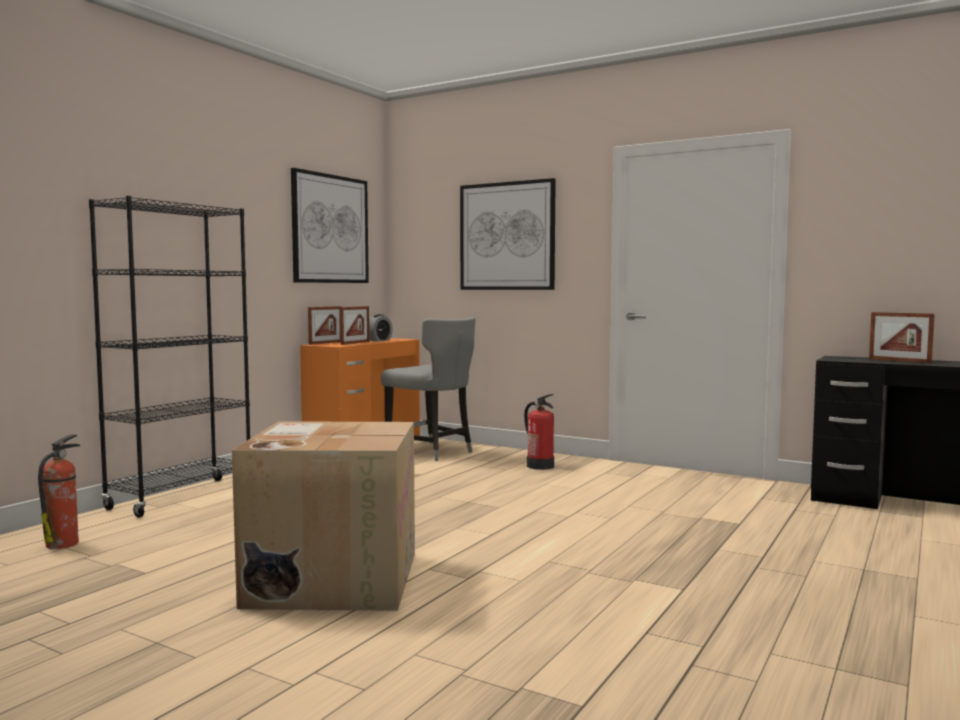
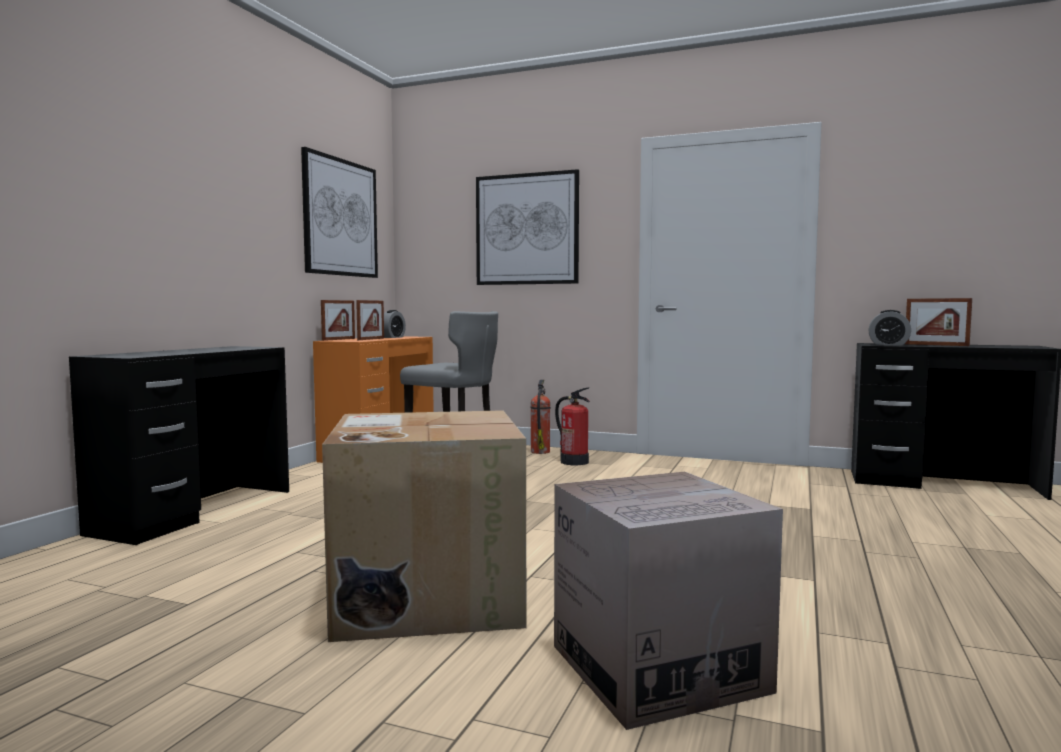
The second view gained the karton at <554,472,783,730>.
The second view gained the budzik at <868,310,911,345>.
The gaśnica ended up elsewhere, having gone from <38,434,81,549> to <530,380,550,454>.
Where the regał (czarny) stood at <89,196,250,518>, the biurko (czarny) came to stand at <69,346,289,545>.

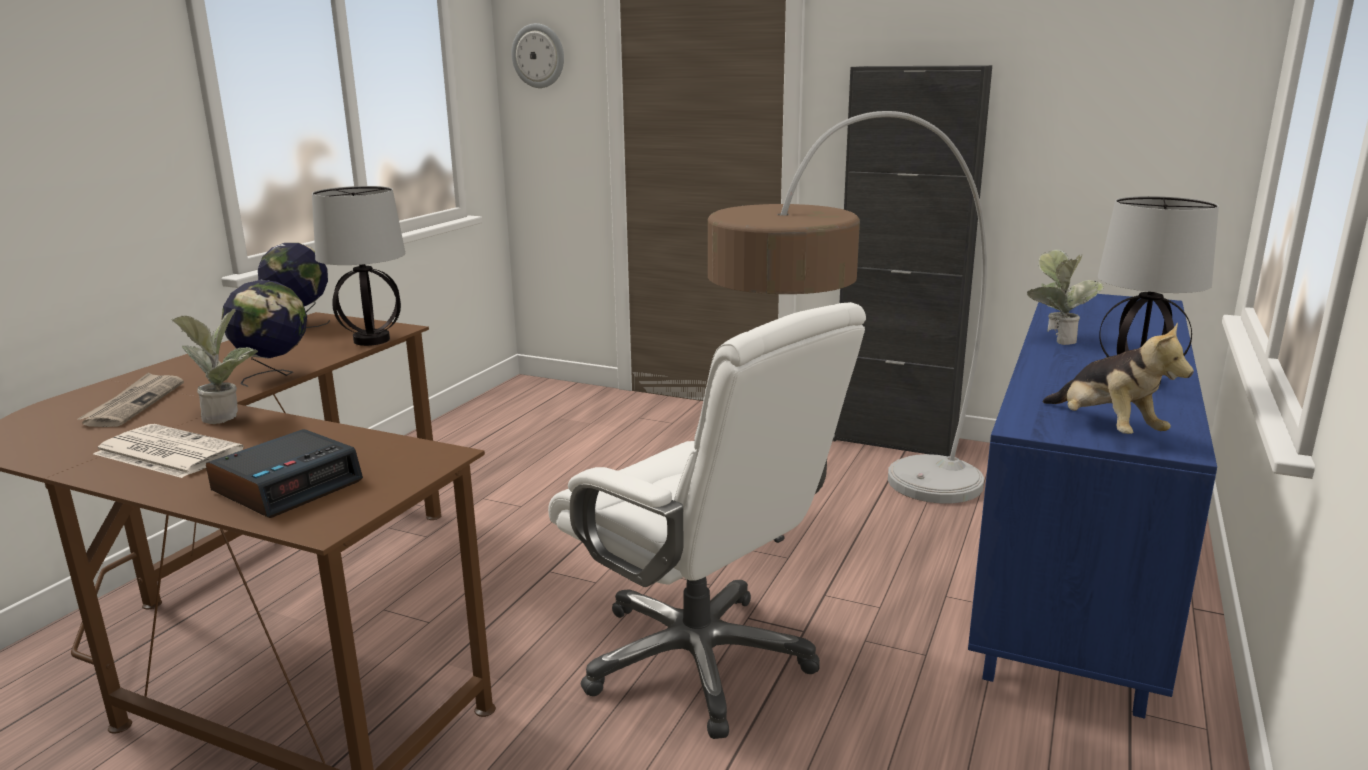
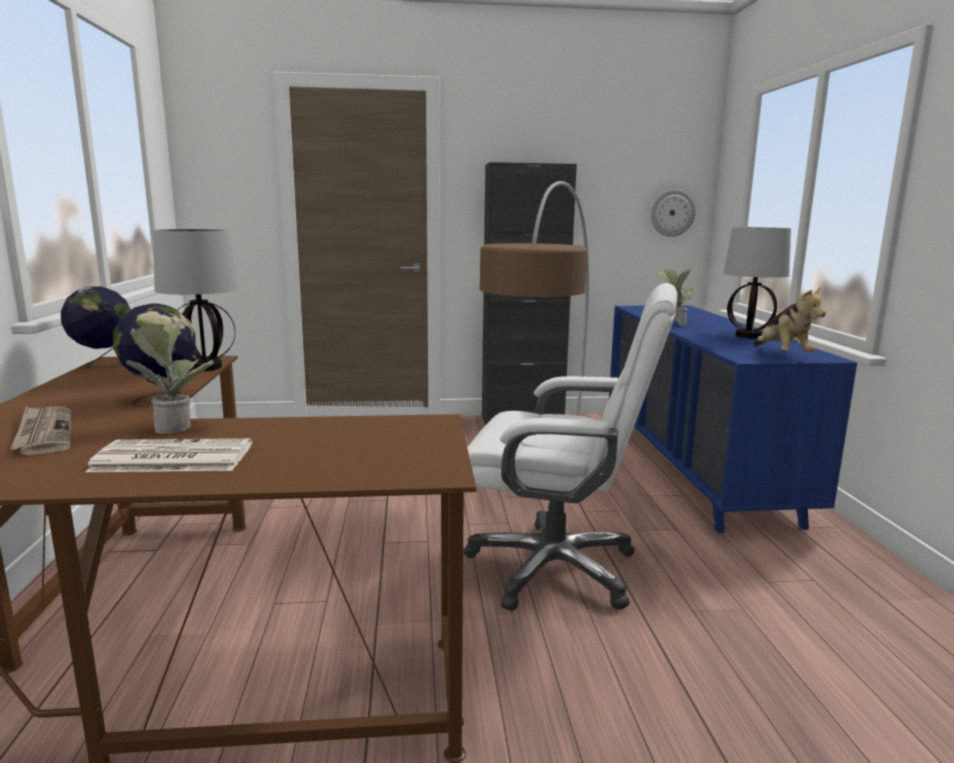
The second view lost the budzik at <206,429,363,518>.
The zegar ścienny ended up elsewhere, having gone from <512,23,564,88> to <651,189,696,237>.
The pluszak at <1043,323,1194,434> ended up facing another way, 45 degrees clockwise from before.

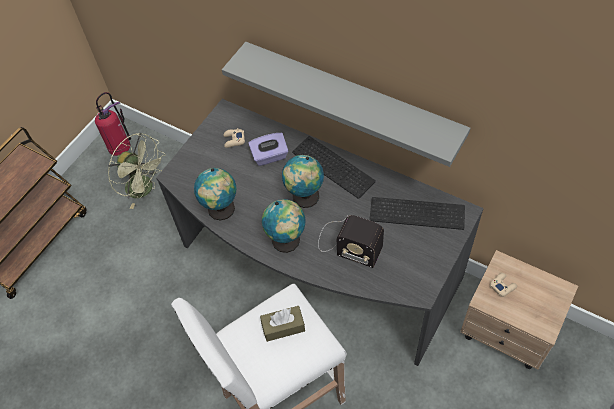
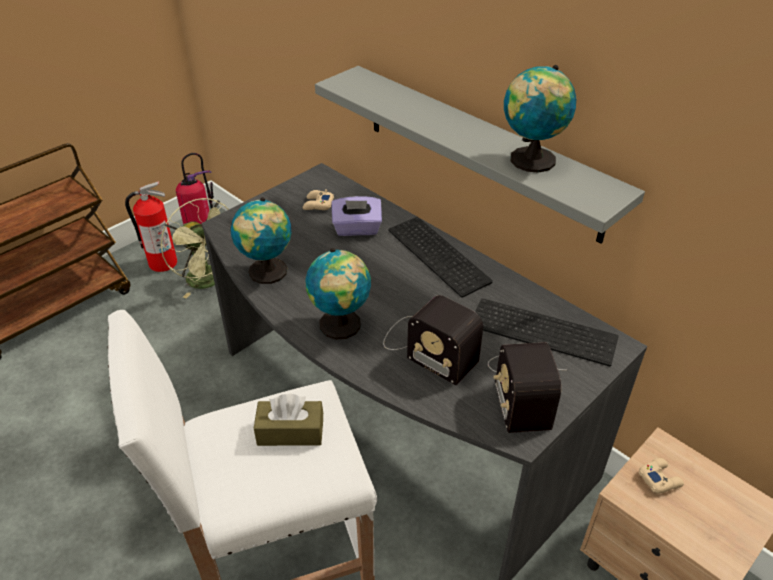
The second view gained the gaśnica at <125,181,177,272>.
The second view gained the radio at <488,342,566,433>.
The globus ended up elsewhere, having gone from <282,155,324,208> to <504,65,577,173>.

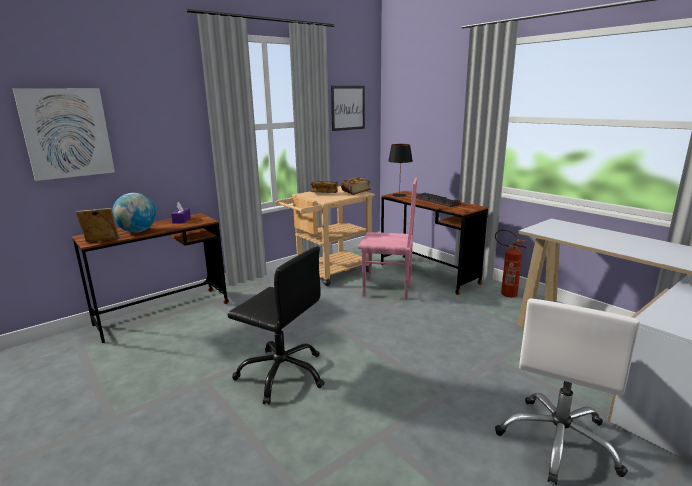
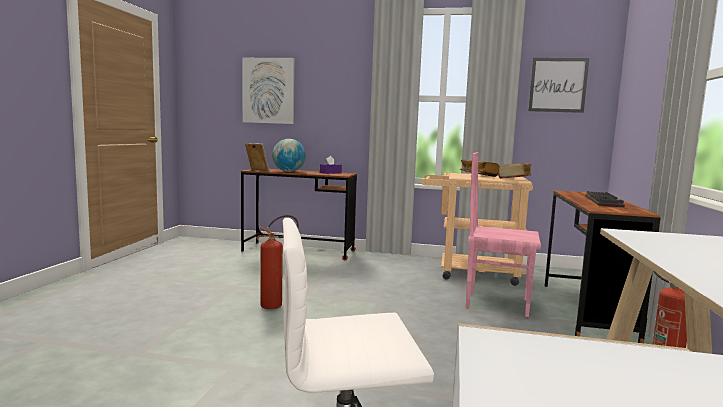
The second view lost the lampa stołowa (czarny) at <388,144,413,197>.
Where the krzesło biurowe (czarny) stood at <227,246,325,405>, the gaśnica came to stand at <256,215,299,309>.
The krzesło (różowy) at <358,178,417,300> ended up facing another way, 135 degrees clockwise from before.

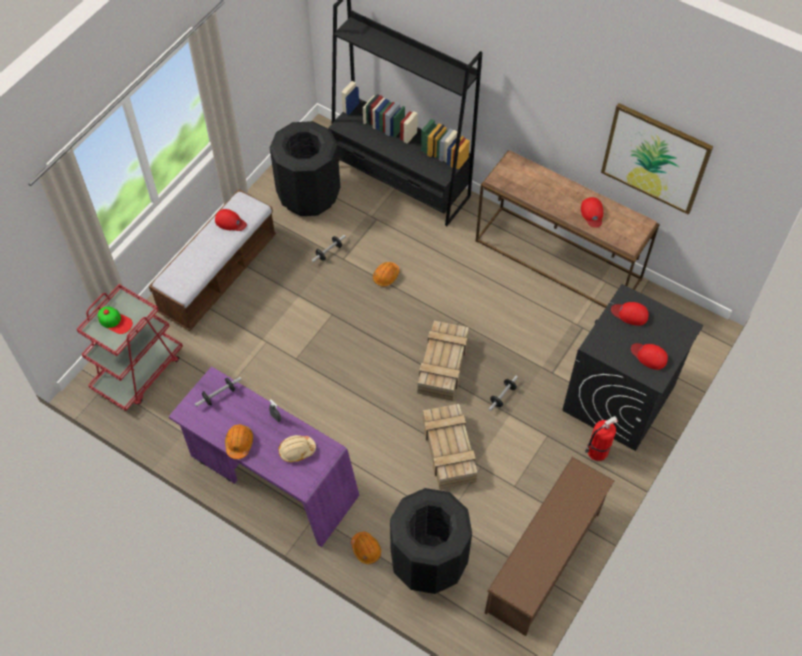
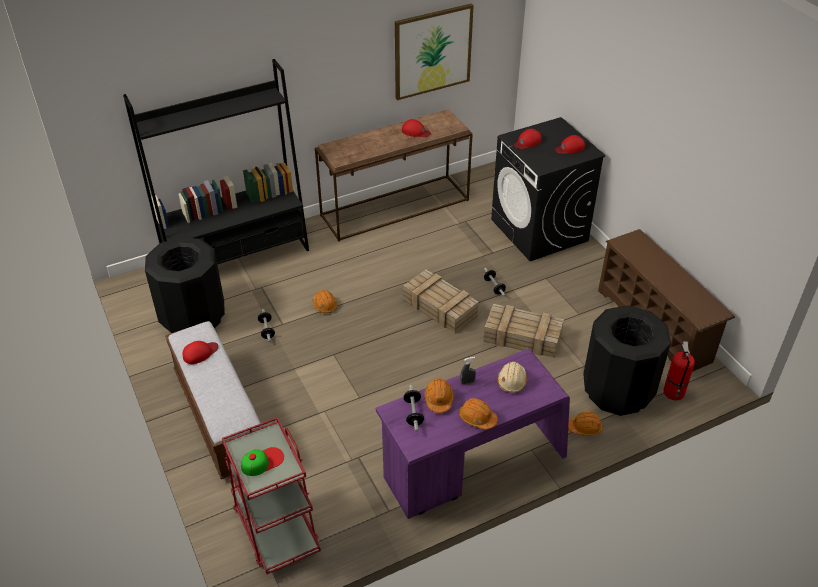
The second view gained the kask (pomarańczowy) at <424,378,454,413>.
The gaśnica ended up elsewhere, having gone from <585,416,618,461> to <663,341,695,401>.

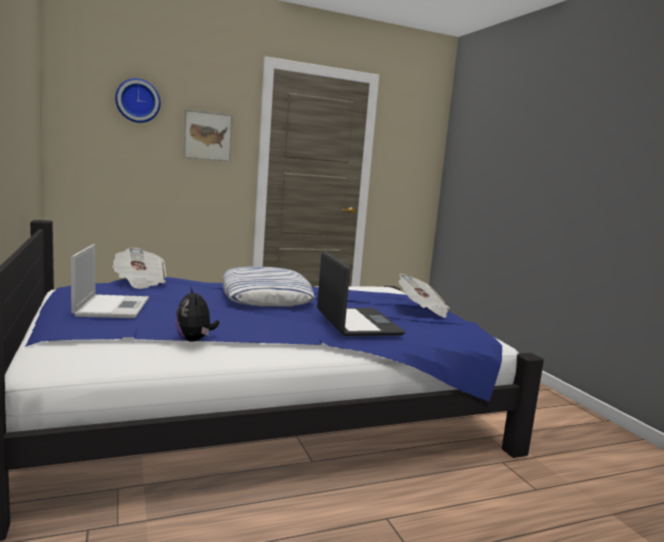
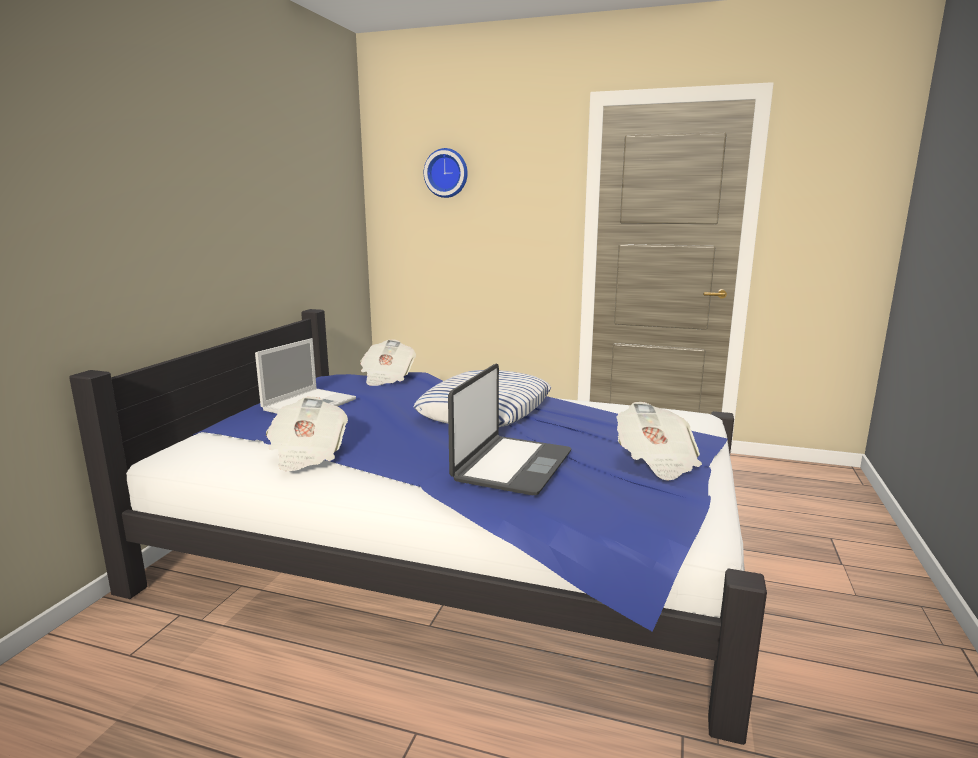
The second view lost the obraz at <184,109,233,162>.
Where the pluszak stood at <175,287,219,342>, the gazeta came to stand at <266,397,348,471>.

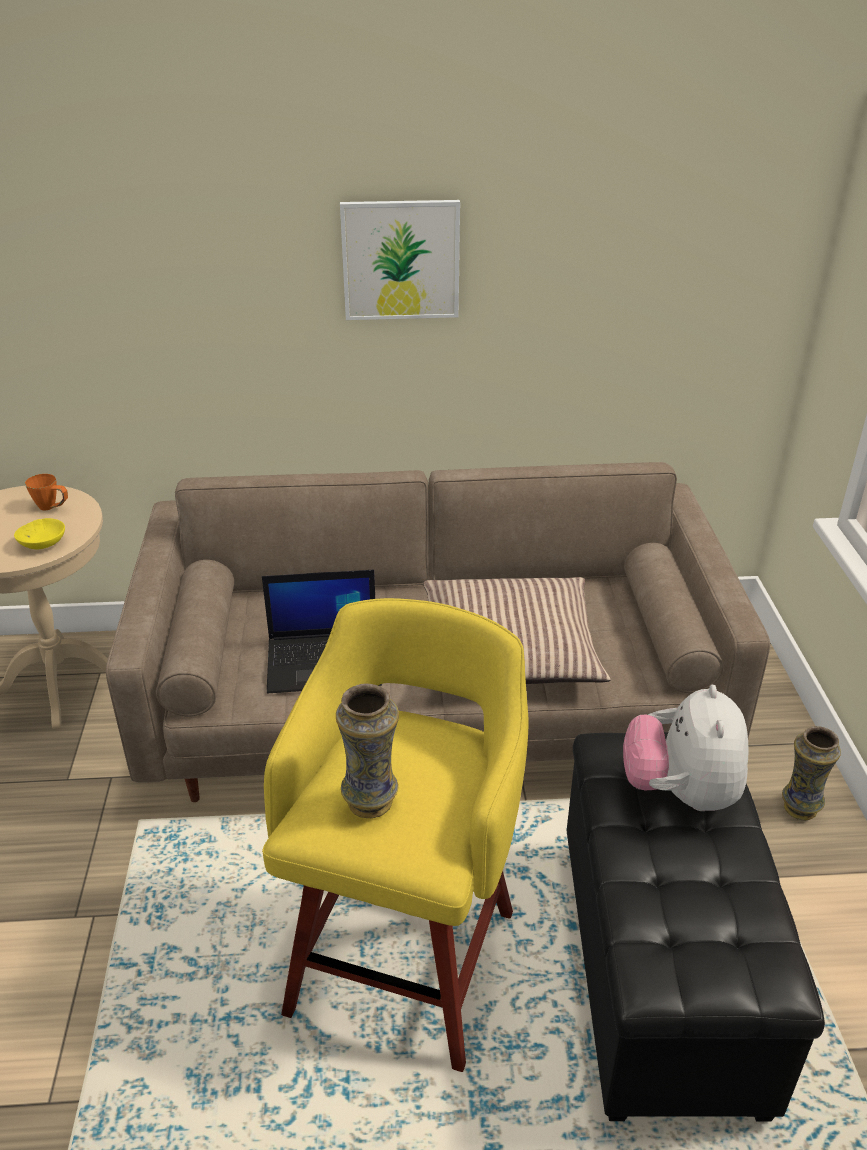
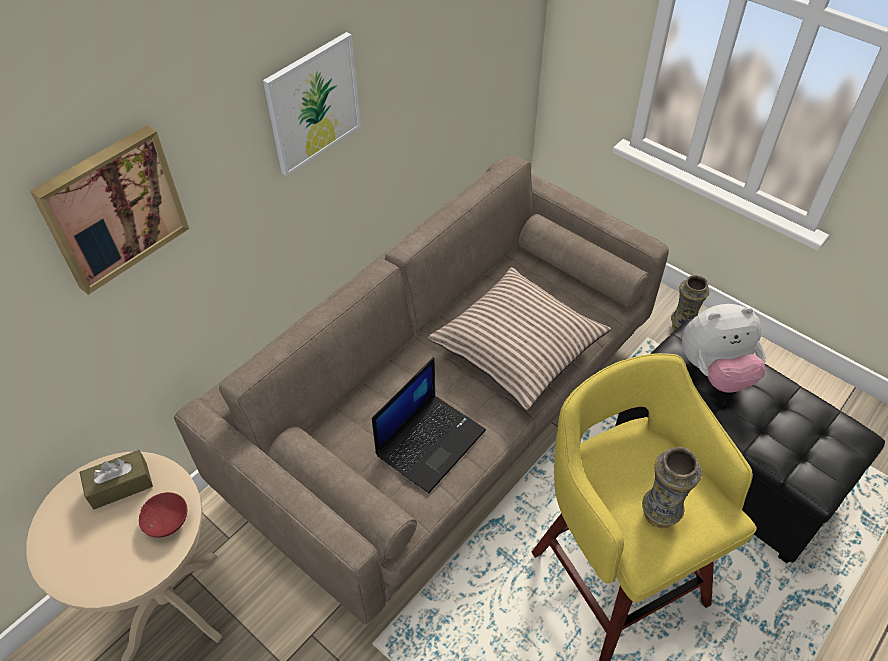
The second view gained the obraz at <30,125,189,295>.
Where the kubek (pomarańczowy) stood at <25,474,68,510>, the pudełko chusteczek (brązowy) came to stand at <79,450,153,509>.
What was the miska (żółty) at <14,518,65,549> turned into the miska (czerwony) at <139,492,187,537>.
The pluszak at <623,685,749,811> ended up facing another way, 60 degrees counterclockwise from before.

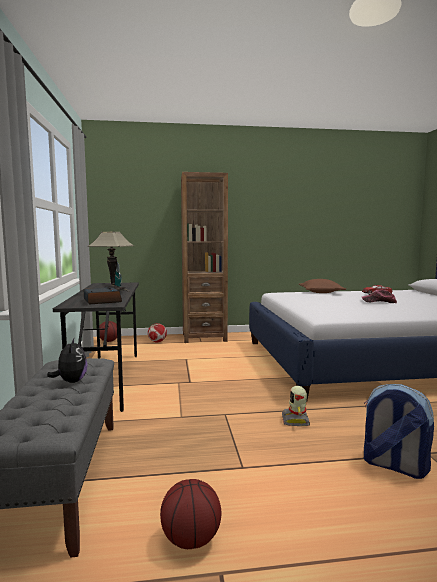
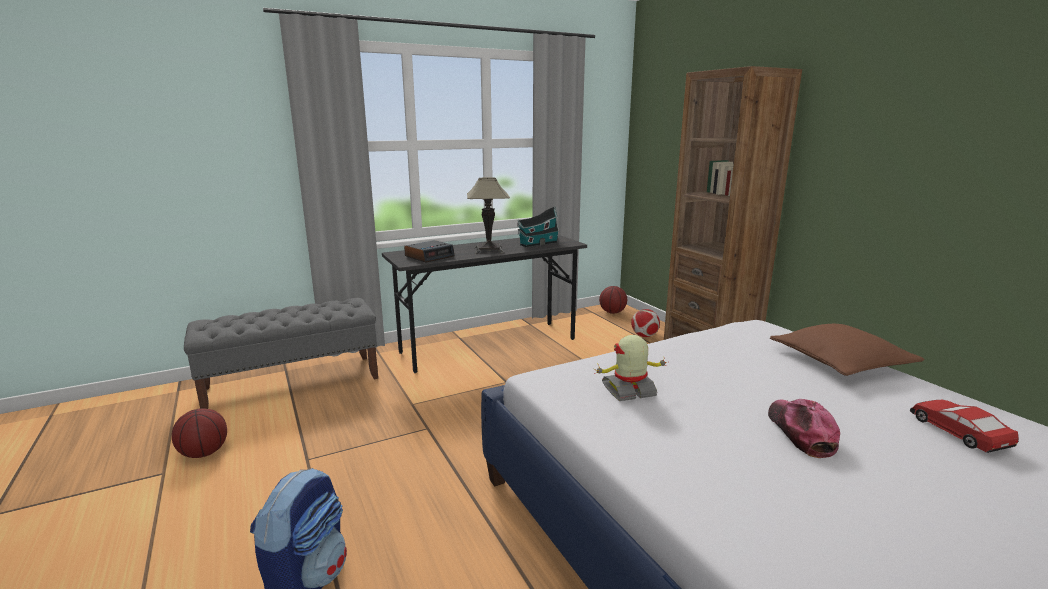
The second view lost the pluszak at <47,338,88,383>.
The robot zabawkowy ended up elsewhere, having gone from <282,386,310,426> to <594,335,667,401>.

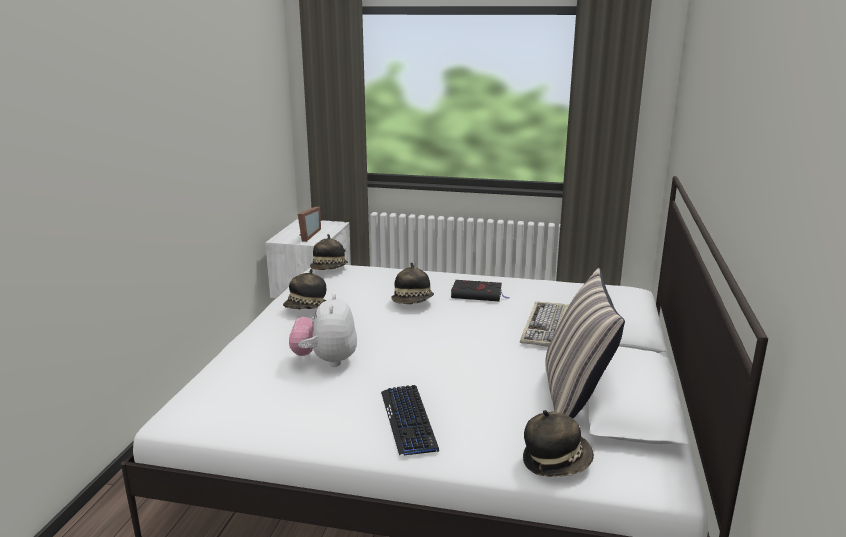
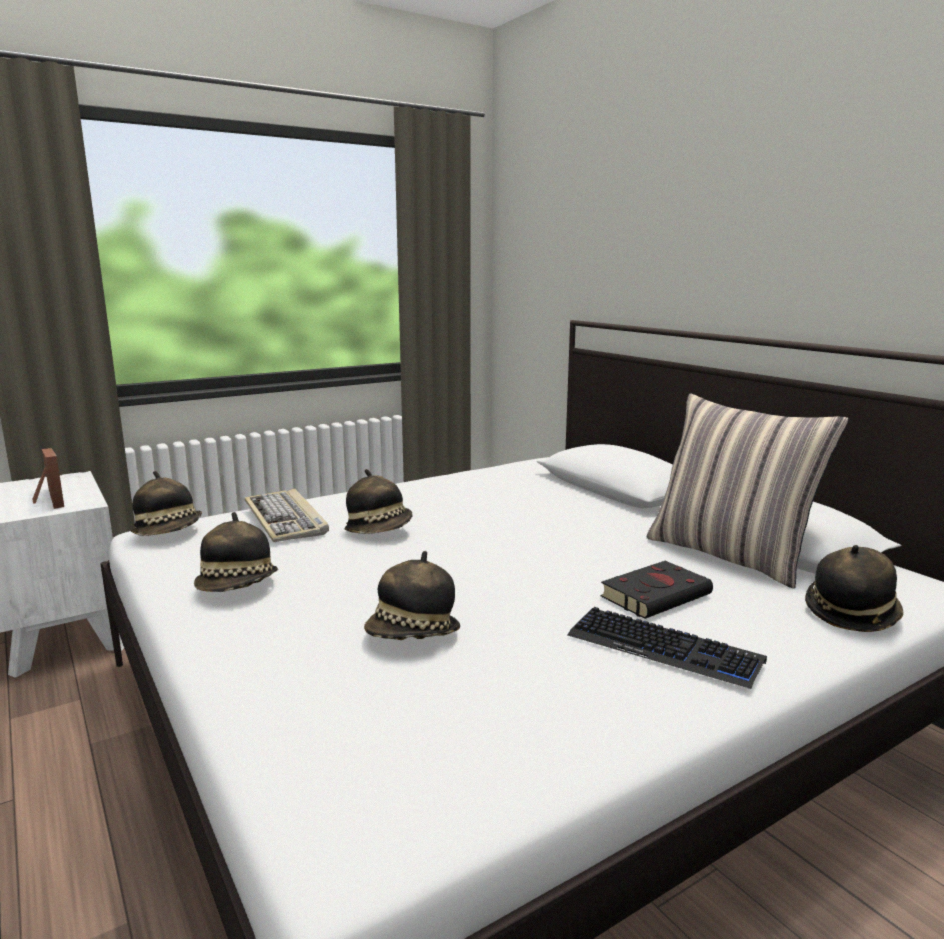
The książka (czarny) ended up elsewhere, having gone from <451,280,510,301> to <600,561,713,619>.
The klawiatura ended up elsewhere, having gone from <520,302,569,347> to <245,489,329,542>.
Where the pluszak stood at <289,294,357,367>, the kapelusz came to stand at <364,551,460,640>.

